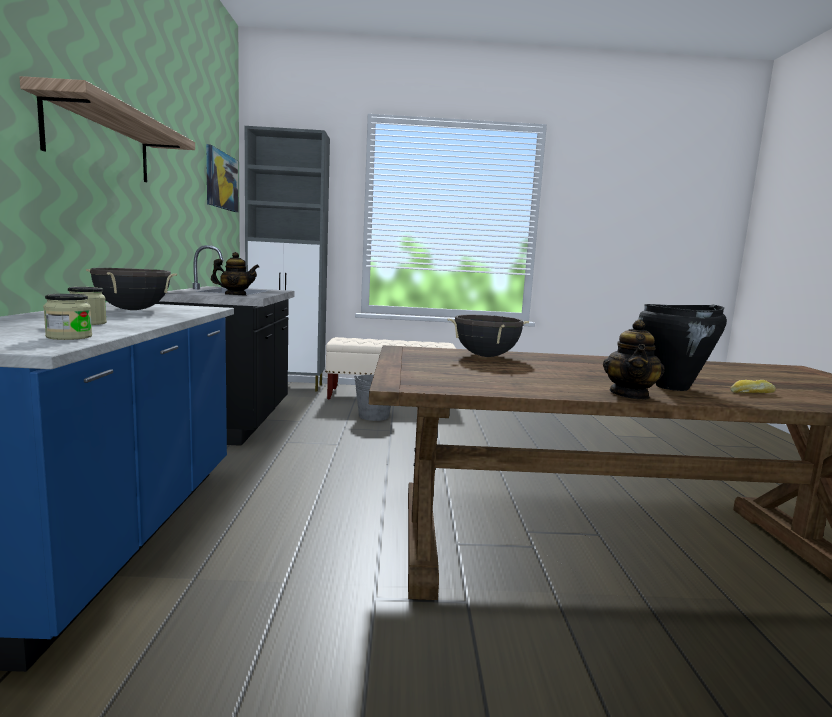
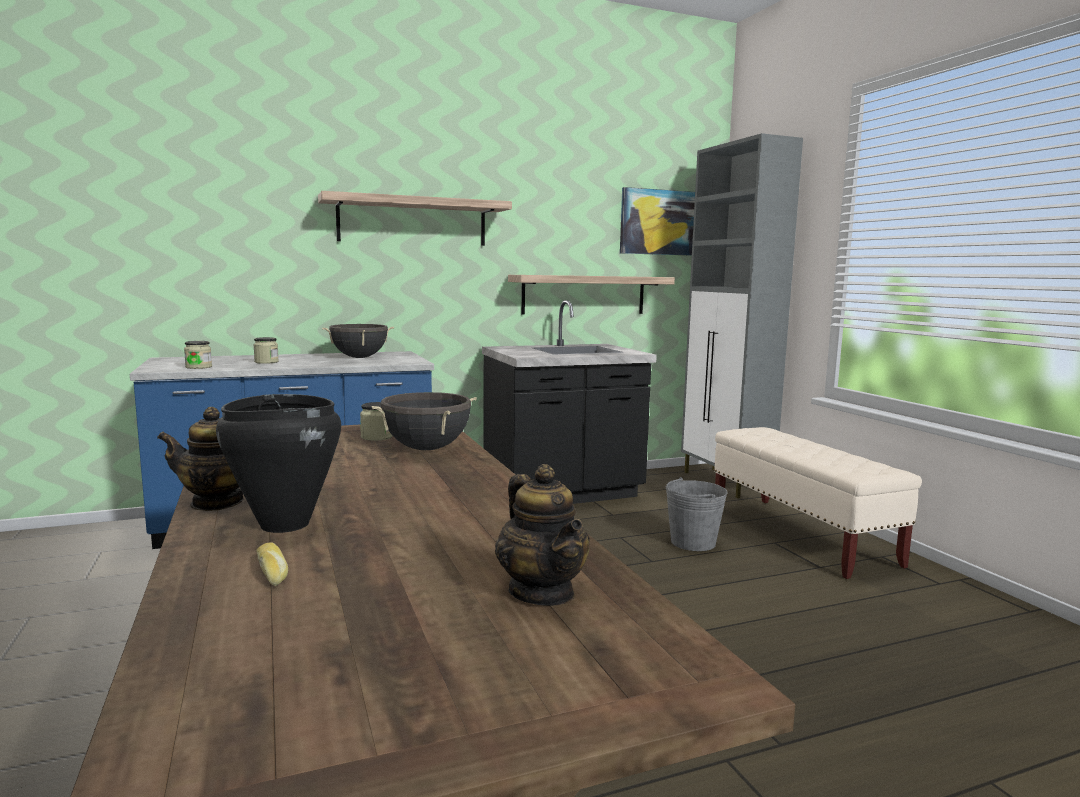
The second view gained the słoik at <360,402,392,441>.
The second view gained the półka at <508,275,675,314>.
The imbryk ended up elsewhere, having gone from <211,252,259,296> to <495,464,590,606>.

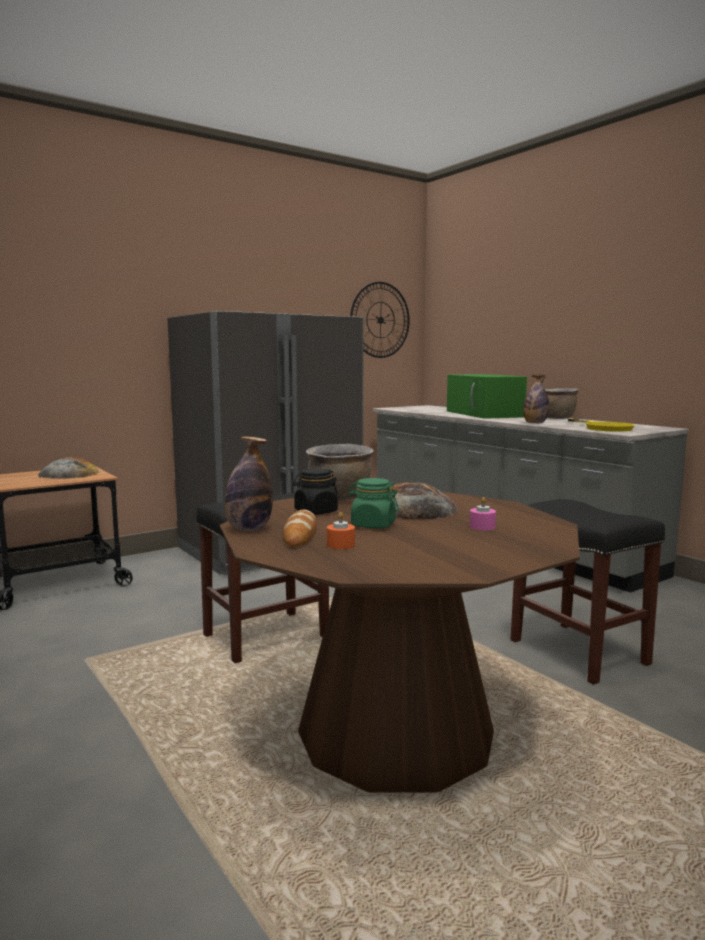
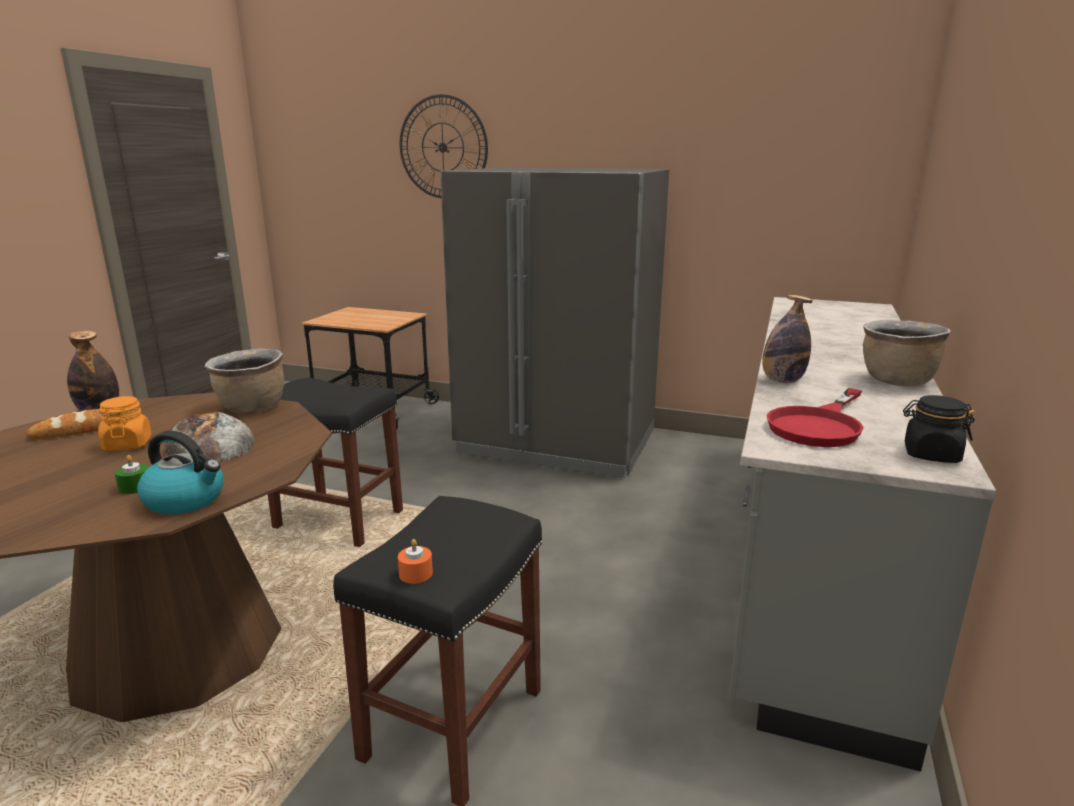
The second view lost the chleb at <38,457,99,479>.
The second view lost the mikrofalówka (zielony) at <447,374,527,419>.
The second view gained the czajnik at <137,431,224,514>.
The słoik (czarny) ended up elsewhere, having gone from <293,468,338,515> to <903,395,975,463>.
The świeca (pomarańczowy) ended up elsewhere, having gone from <327,512,355,549> to <398,539,433,584>.
The zegar ścienny ended up elsewhere, having gone from <350,282,410,358> to <400,94,488,198>.
What was the słoik (zielony) at <348,478,399,529> turned into the słoik (pomarańczowy) at <98,396,152,451>.
What was the świeca (różowy) at <470,497,496,530> turned into the świeca (zielony) at <115,455,148,494>.
What was the patelnia (żółty) at <568,419,634,432> turned into the patelnia (czerwony) at <766,388,864,447>.

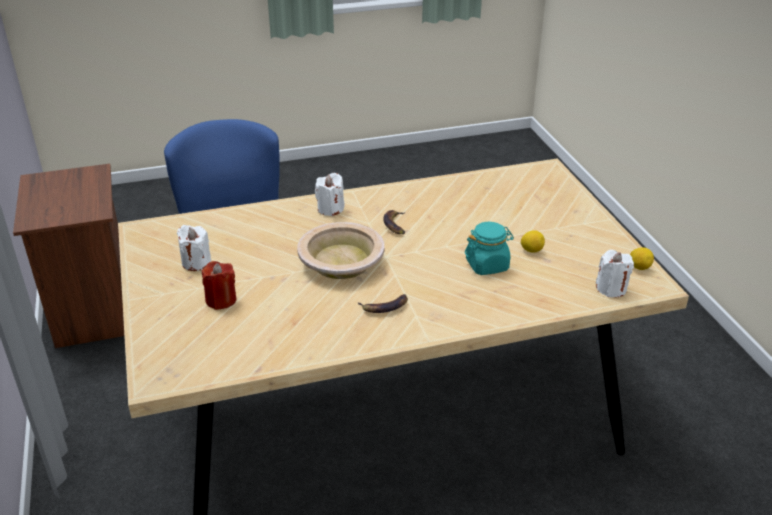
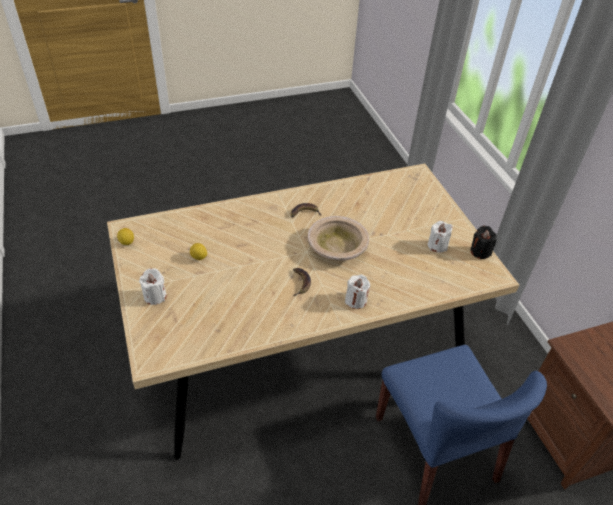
The second view lost the świeca (czerwony) at <202,261,236,310>.
The second view lost the słoik (turkusowy) at <465,222,514,275>.
The second view gained the świeca (czarny) at <470,226,497,259>.
The świeca (biały) ended up elsewhere, having gone from <596,250,634,297> to <139,268,166,305>.

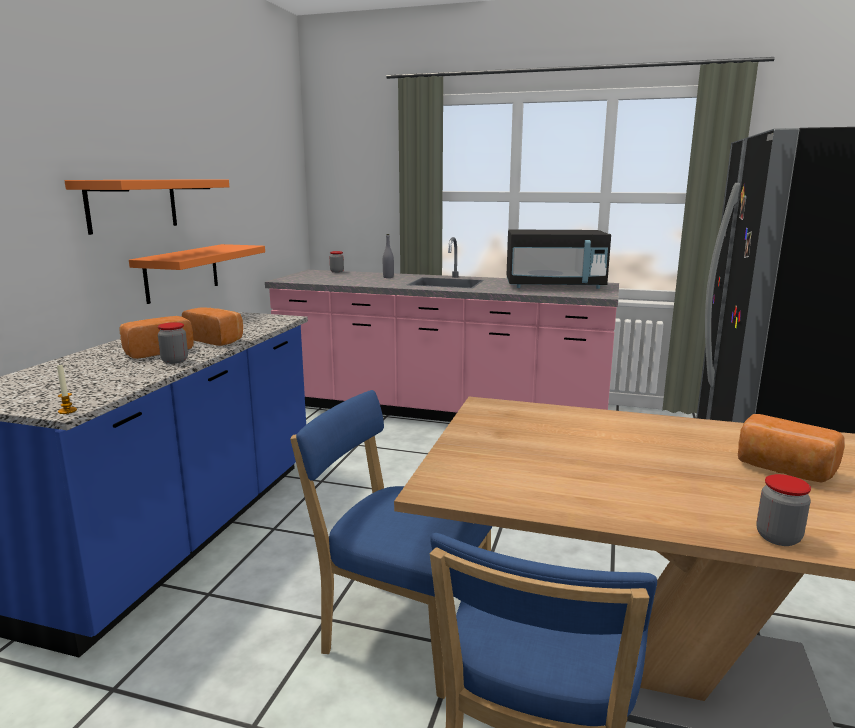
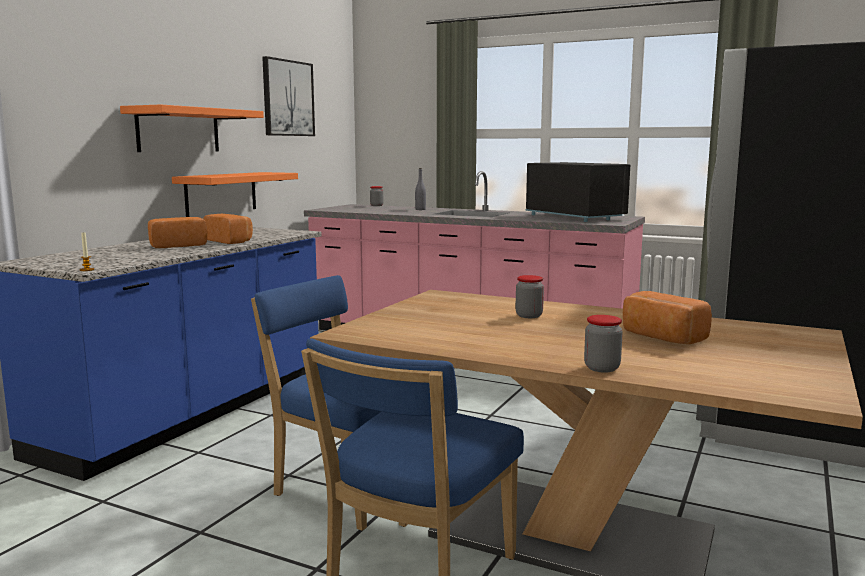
The second view gained the obraz at <262,56,315,136>.
The słoik ended up elsewhere, having gone from <158,322,188,364> to <515,275,544,318>.
The mikrofalówka (czarny) at <507,229,611,289> ended up facing another way, 135 degrees counterclockwise from before.

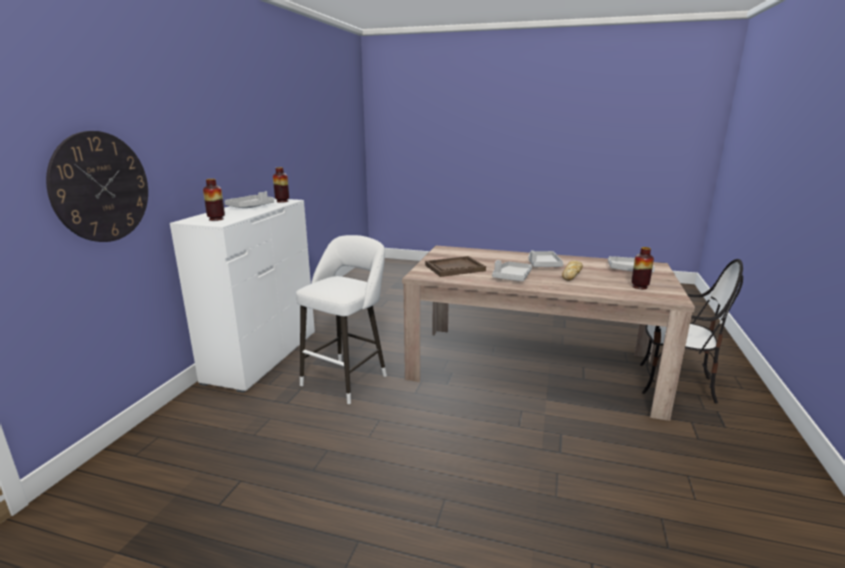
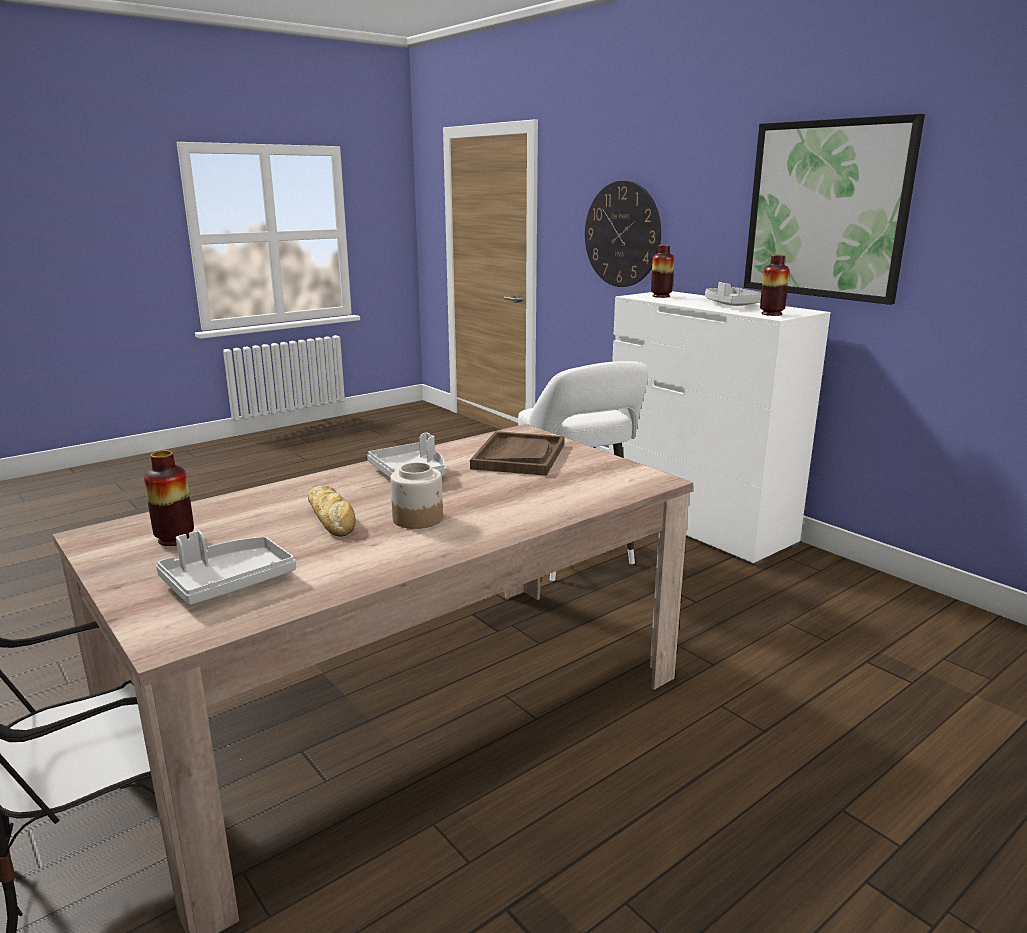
The second view gained the obraz at <744,114,925,305>.
Where the taca (szary) stood at <529,250,563,267>, the słoik came to stand at <390,462,443,529>.

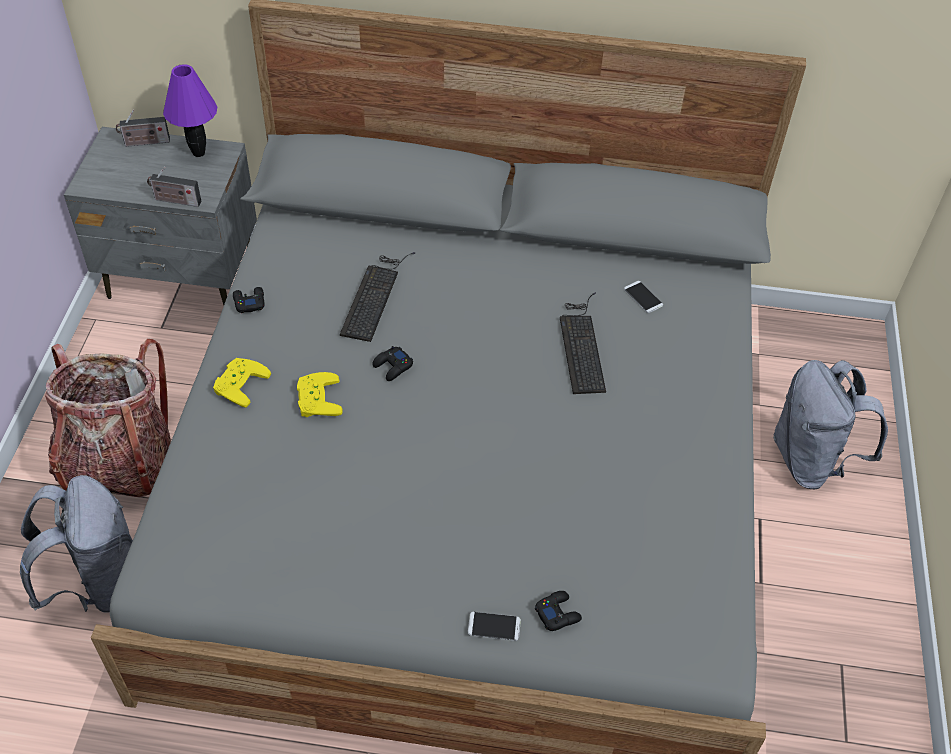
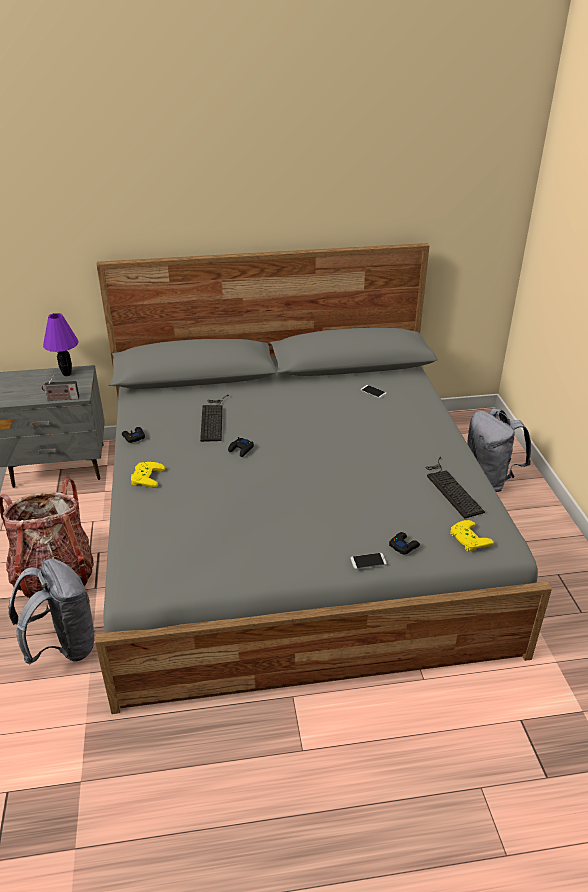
The second view lost the radio at <116,110,170,147>.
The pad do gier (żółty) ended up elsewhere, having gone from <297,372,342,417> to <450,520,494,552>.
The klawiatura ended up elsewhere, having gone from <560,292,606,394> to <425,457,485,519>.

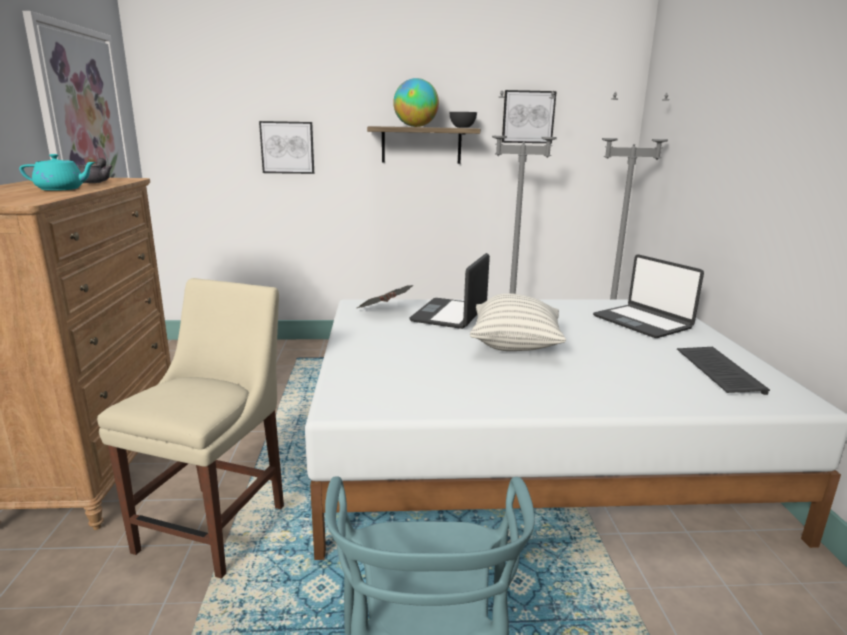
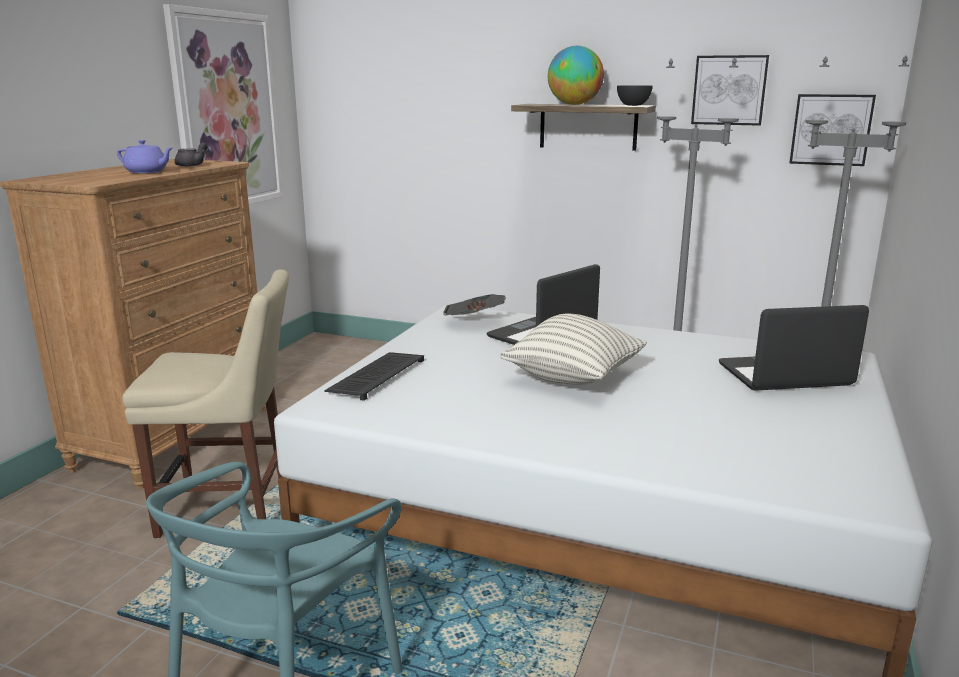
The obraz ended up elsewhere, having gone from <259,121,314,174> to <789,94,876,166>.
The klawiatura ended up elsewhere, having gone from <677,347,770,395> to <324,352,424,401>.
What was the imbryk (turkusowy) at <19,154,95,191> turned into the imbryk (fioletowy) at <117,140,172,173>.
The krzesło (beżowy) at <97,278,284,579> ended up facing another way, 45 degrees clockwise from before.
The laptop at <593,254,704,338> ended up facing another way, 90 degrees clockwise from before.

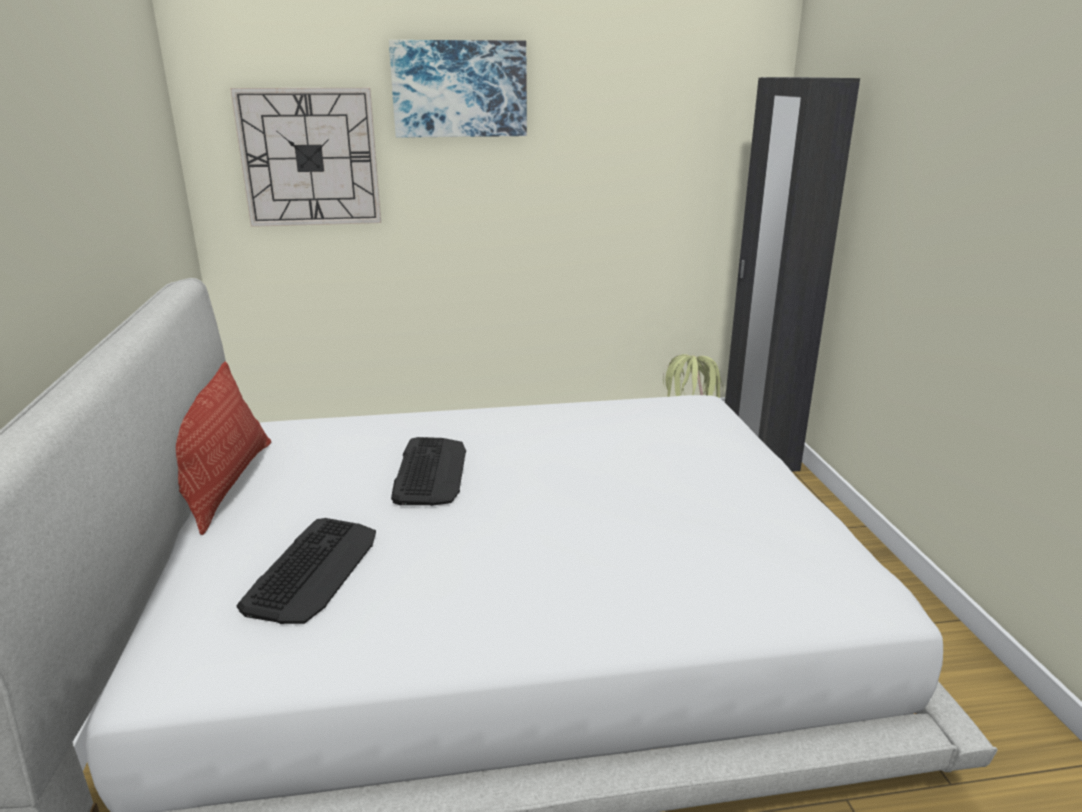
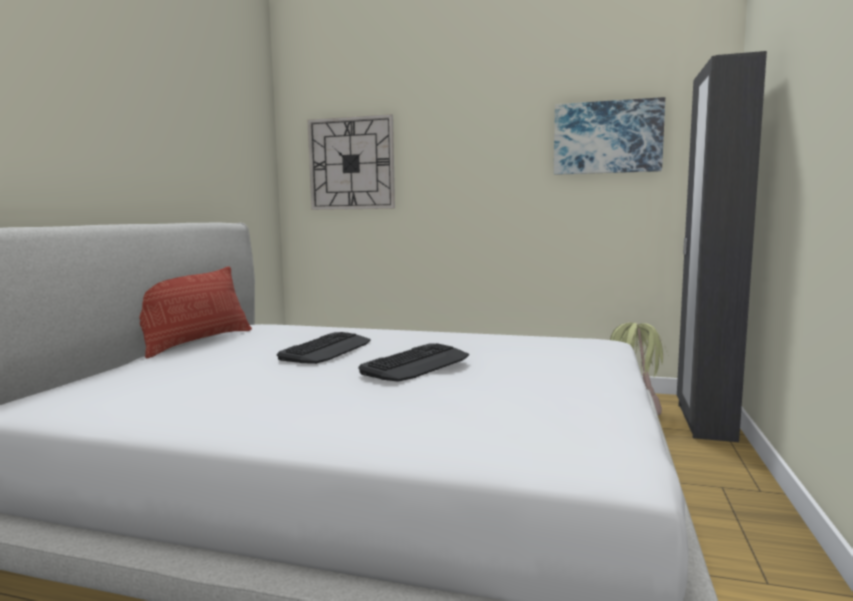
The klawiatura ended up elsewhere, having gone from <236,518,376,624> to <358,343,469,382>.
The obraz ended up elsewhere, having gone from <389,40,527,138> to <554,97,665,175>.

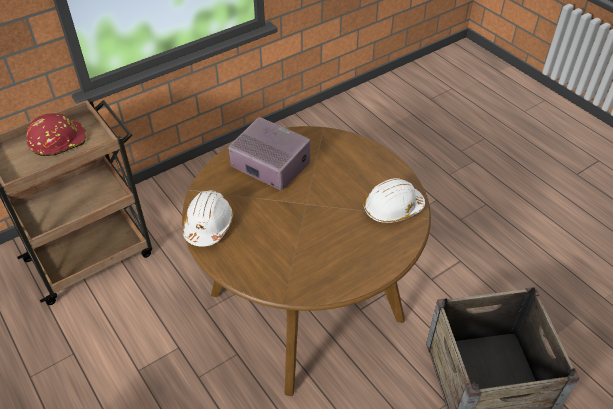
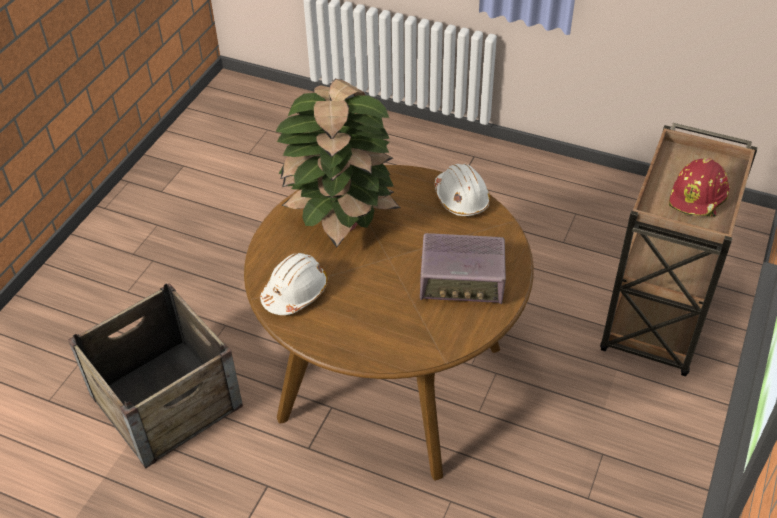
The second view gained the roślina doniczkowa at <275,79,400,248>.

